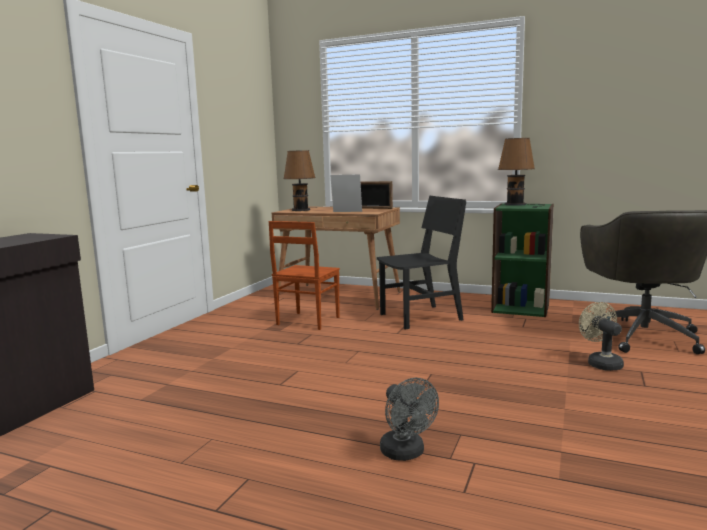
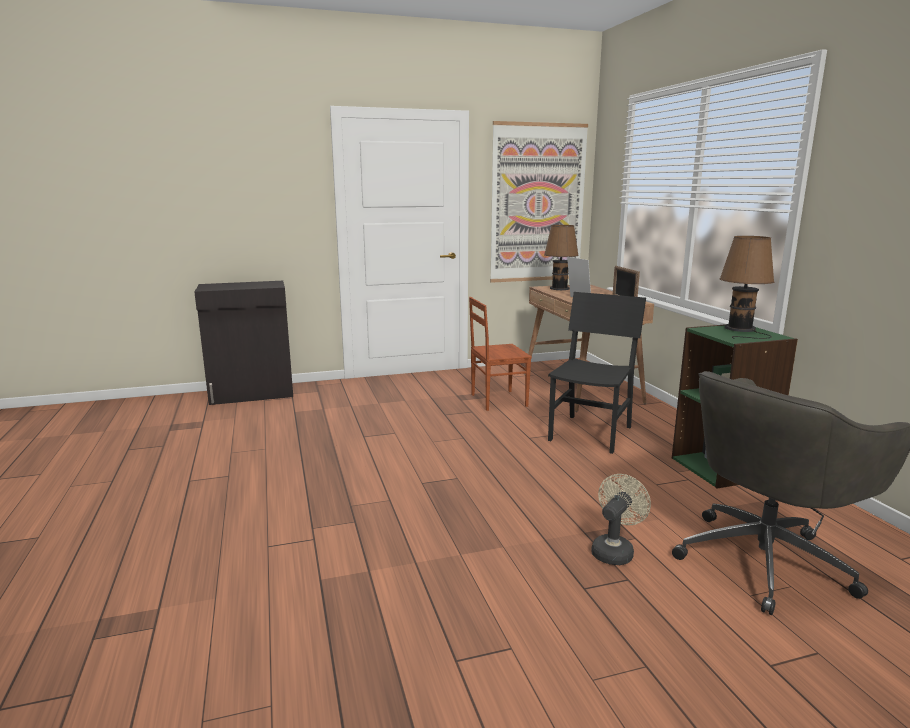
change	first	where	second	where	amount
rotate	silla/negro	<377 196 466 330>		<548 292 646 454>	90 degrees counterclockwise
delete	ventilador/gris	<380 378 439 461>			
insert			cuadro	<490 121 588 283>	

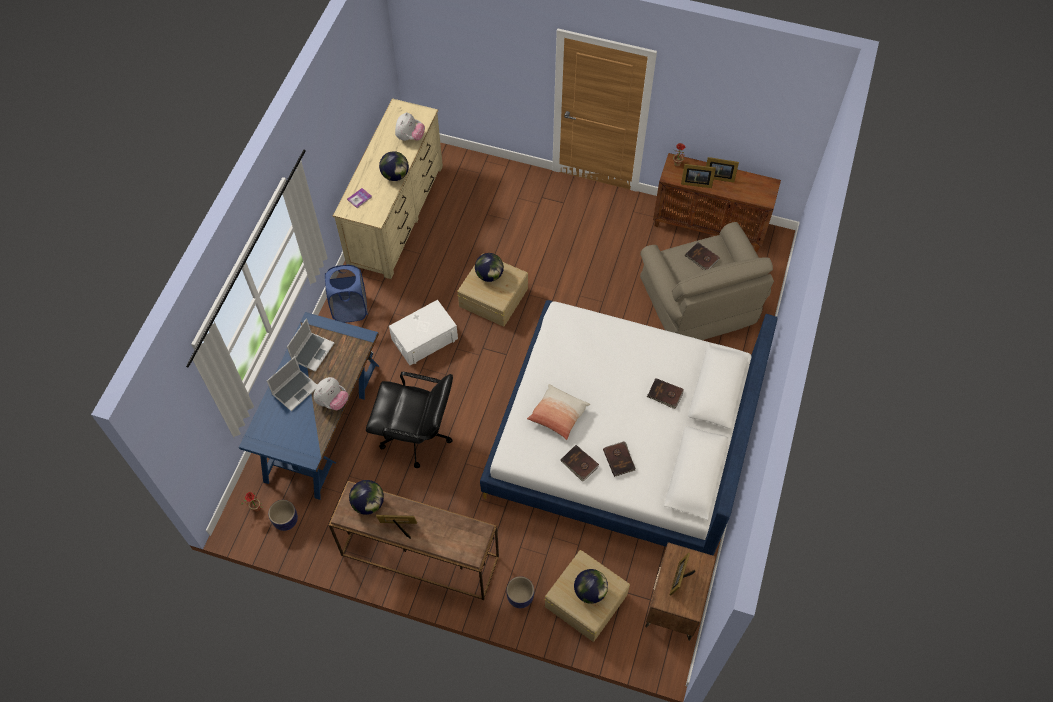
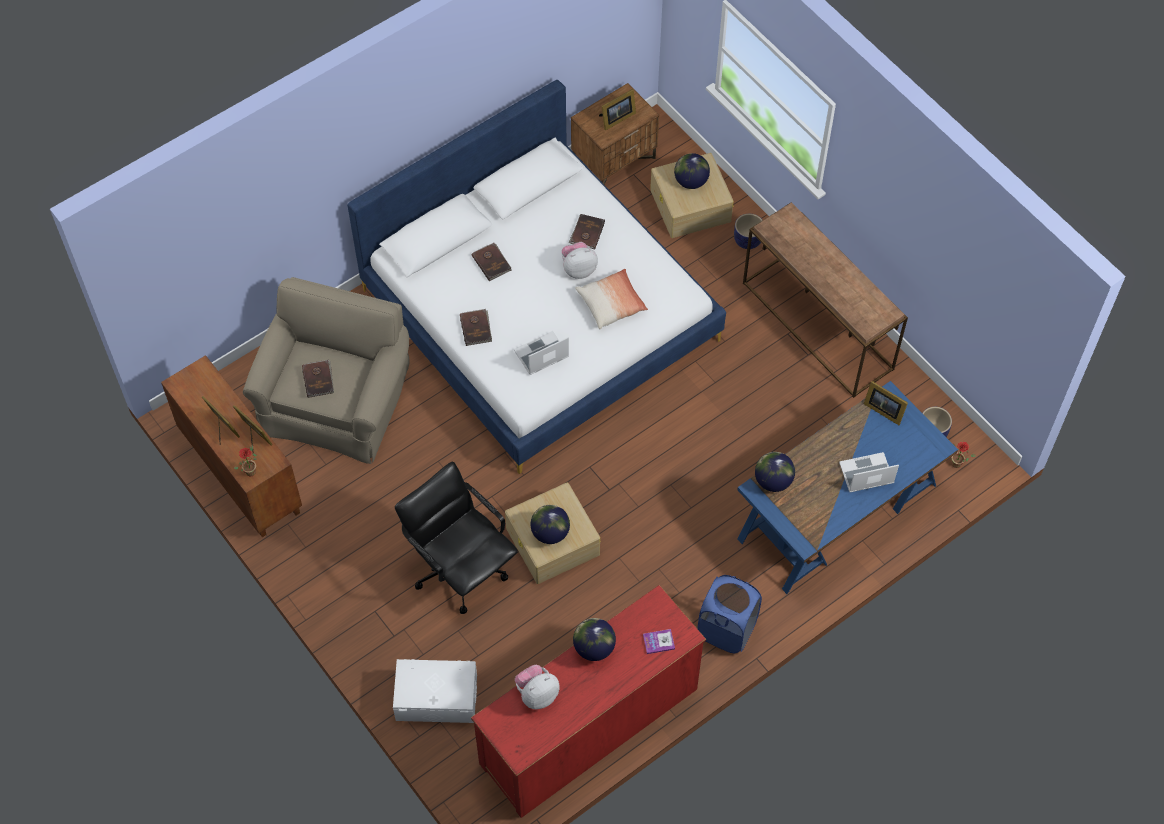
change	first	where	second	where	amount
move	portátil	<287 318 334 372>		<514 331 569 375>	
move	peluche	<313 377 348 410>		<562 242 598 279>	
recolor	cómoda/beis	<333 98 443 279>	cómoda/rojo	<471 585 706 818>	
move	globo terráqueo	<349 480 384 515>		<755 452 795 492>	
move	silla de oficina/negro	<366 372 453 468>		<395 461 518 614>	
move	portarretratos	<376 515 417 539>		<864 381 908 425>	
move	caja de almacenaje/blanco	<389 300 458 365>		<393 659 477 723>	
move	libro/marrón	<560 445 599 482>		<460 309 492 346>	

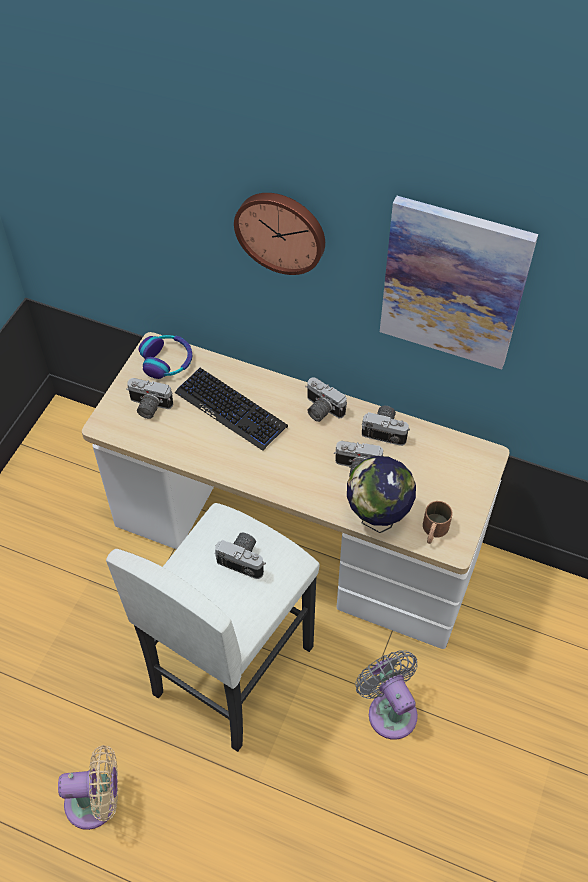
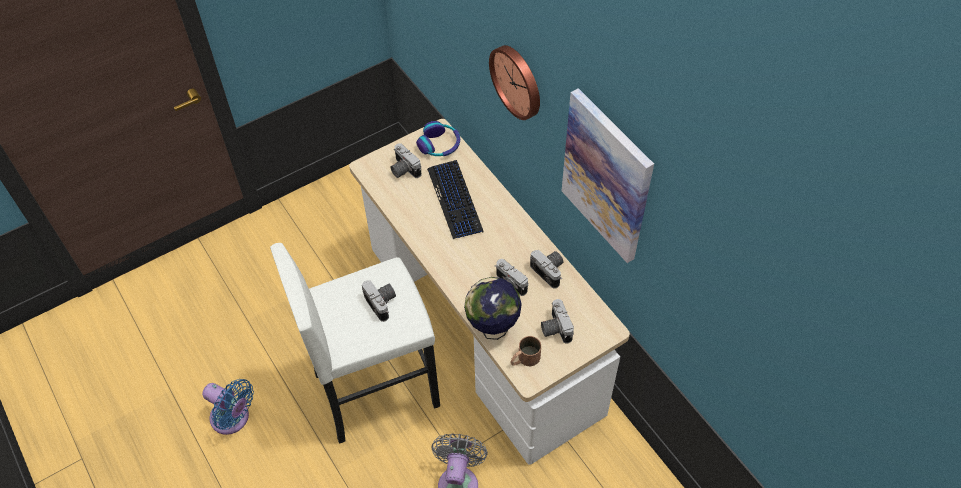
change	first	where	second	where	amount
recolor	ventilador/beis	<58 745 118 830>	ventilador/azul	<202 379 254 435>	
move	cámara	<305 377 347 422>		<541 299 574 343>	

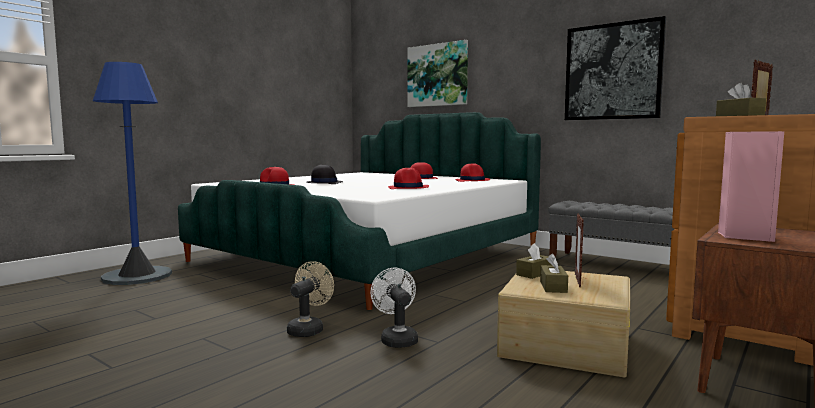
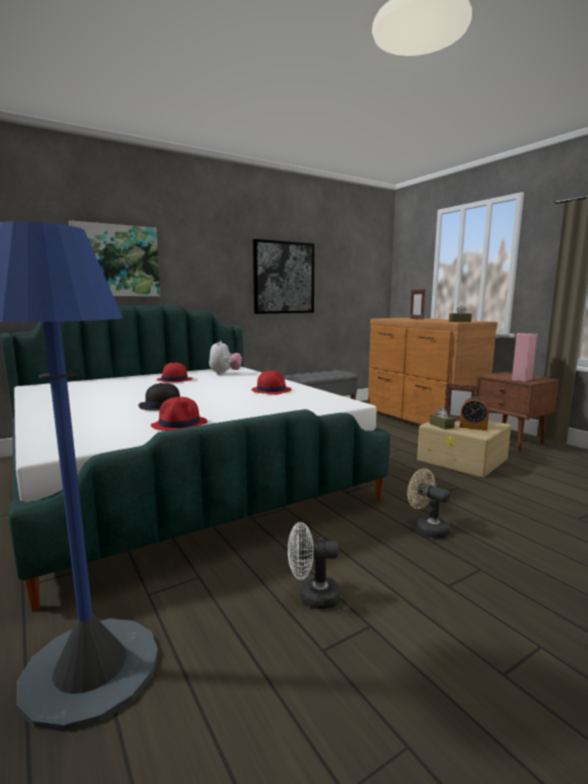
change	first	where	second	where	amount
move	ventilador/blanco	<370 268 418 348>		<288 522 340 610>	
replace	sombrero/rojo	<455 163 490 182>	peluche	<209 341 242 375>	
replace	caja de pañuelos/marrón	<540 254 568 293>	despertador	<460 397 489 431>	

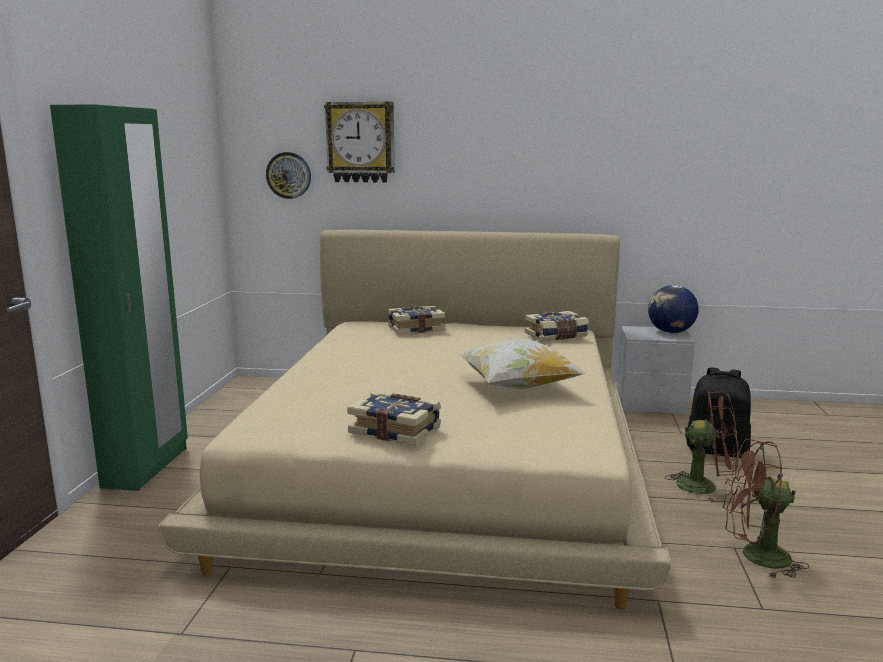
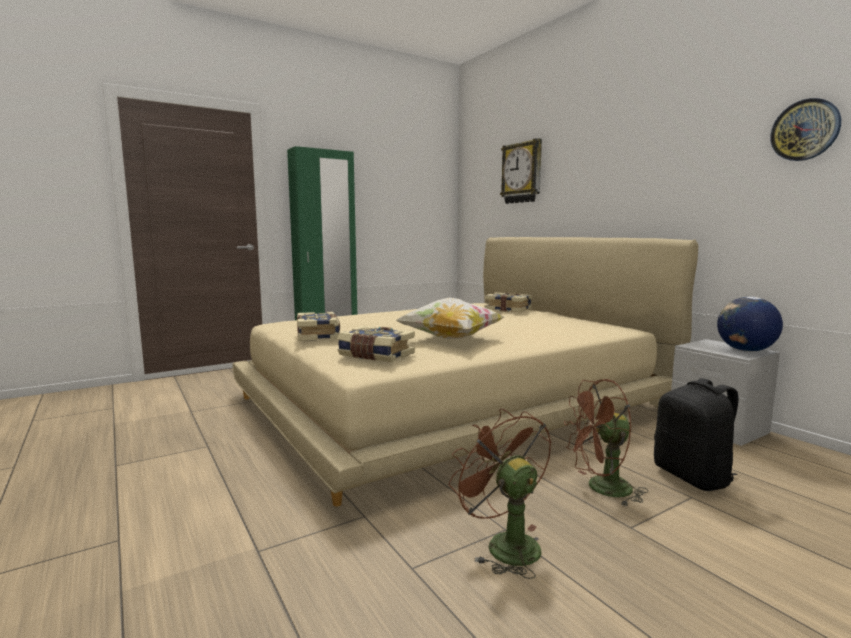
change	first	where	second	where	amount
move	reloj de pared	<266 152 311 199>		<770 98 841 161>	
move	libro	<525 311 589 341>		<337 326 415 362>	
rotate	ventilador/marrón	<665 390 739 503>		<564 379 648 507>	105 degrees clockwise

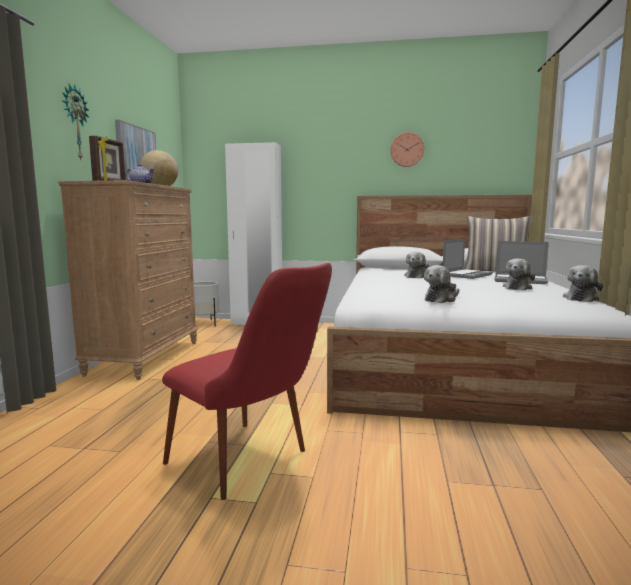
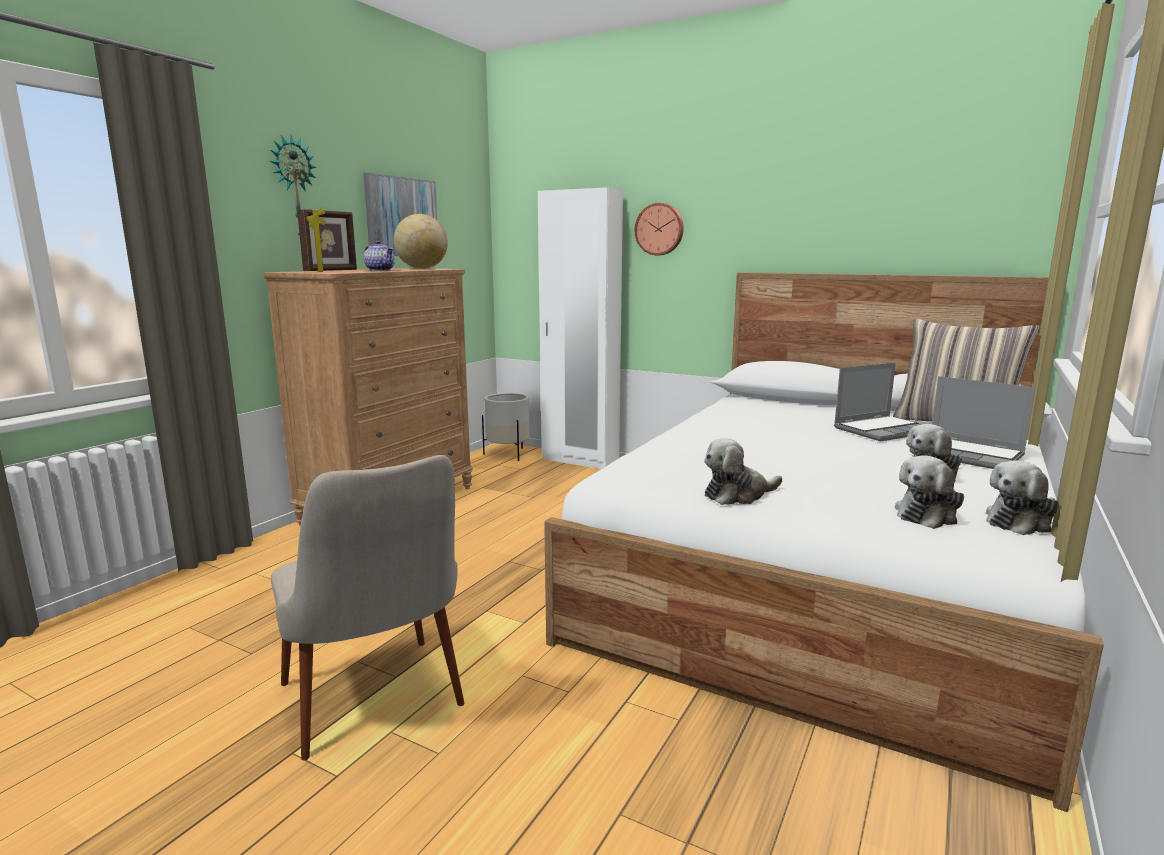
change	first	where	second	where	amount
recolor	silla/rojo	<162 263 332 500>	silla/beis	<271 455 464 760>	
move	reloj de pared	<391 132 424 167>		<635 203 684 255>	
move	peluche	<404 252 430 278>		<895 455 964 529>	

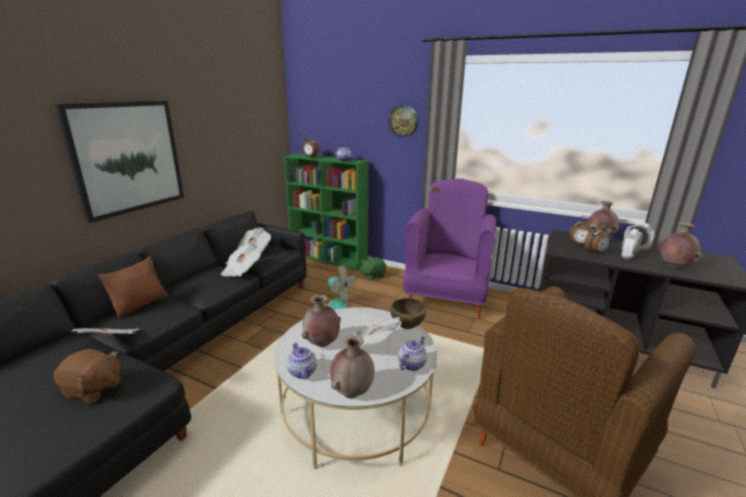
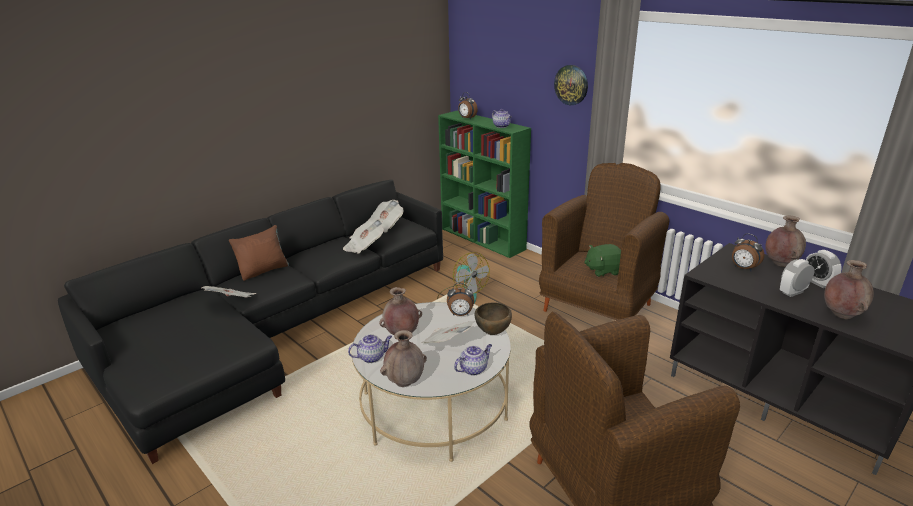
change	first	where	second	where	amount
delete	peluche/marrón	<54 349 121 404>			
delete	cuadro	<55 101 184 223>			
rotate	tetera	<287 343 317 379>		<348 334 392 363>	105 degrees counterclockwise
move	peluche/verde	<360 257 387 280>		<584 244 621 277>	
recolor	sillón/morado	<403 178 496 319>	sillón/marrón	<539 163 669 320>	
move	despertador	<584 223 612 254>		<447 283 474 316>	

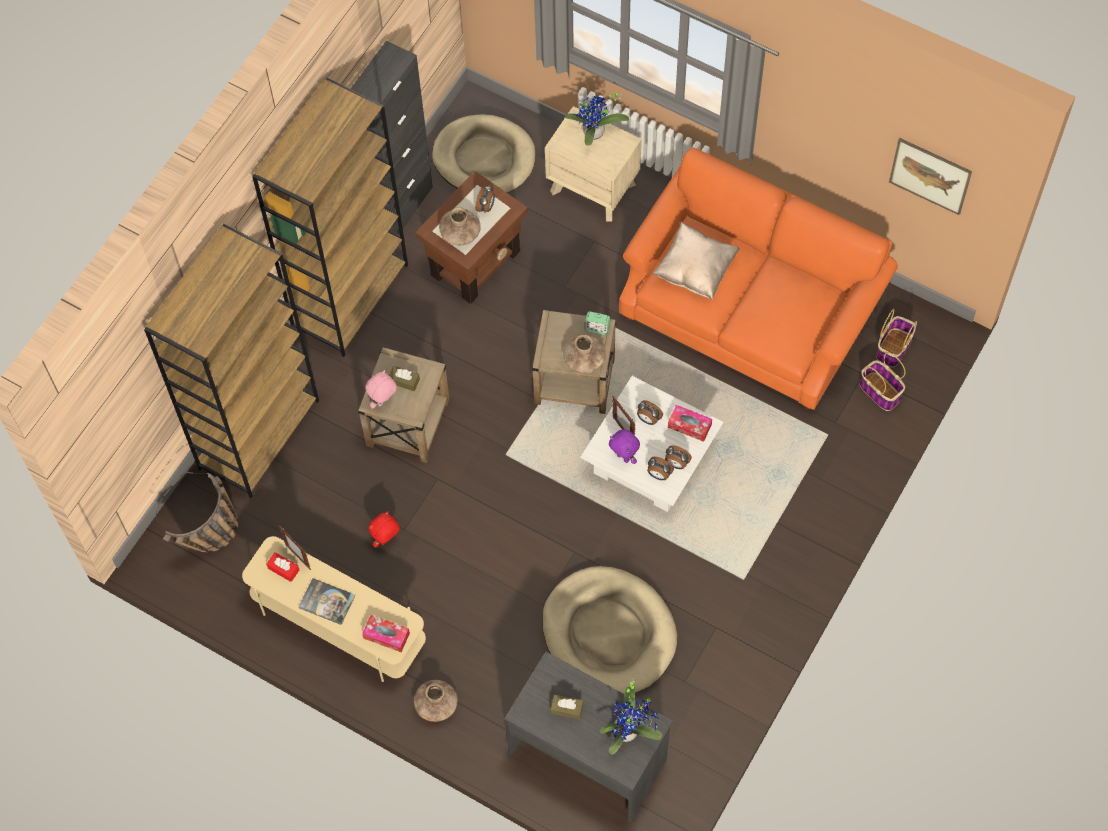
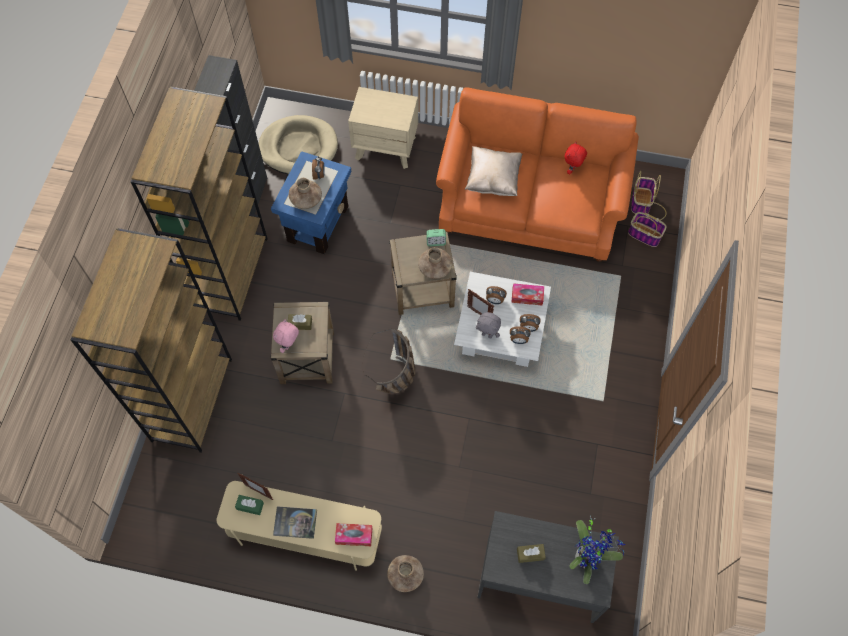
change	first	where	second	where	amount
move	cesta	<156 472 239 552>		<363 329 415 394>	
recolor	caja de pañuelos/rojo	<266 552 299 582>	caja de pañuelos/verde	<235 495 264 515>	
move	peluche/rojo	<368 511 399 548>		<565 141 587 174>	
recolor	mesa auxiliar/marrón	<415 171 528 304>	mesa auxiliar/azul	<271 151 351 254>	
delete	cama para perro/beis	<542 566 677 694>			
delete	planta en maceta	<565 93 629 146>			
recolor	peluche/morado	<609 429 640 464>	peluche/gris	<476 312 501 338>	
delete	cuadro	<889 138 972 215>			

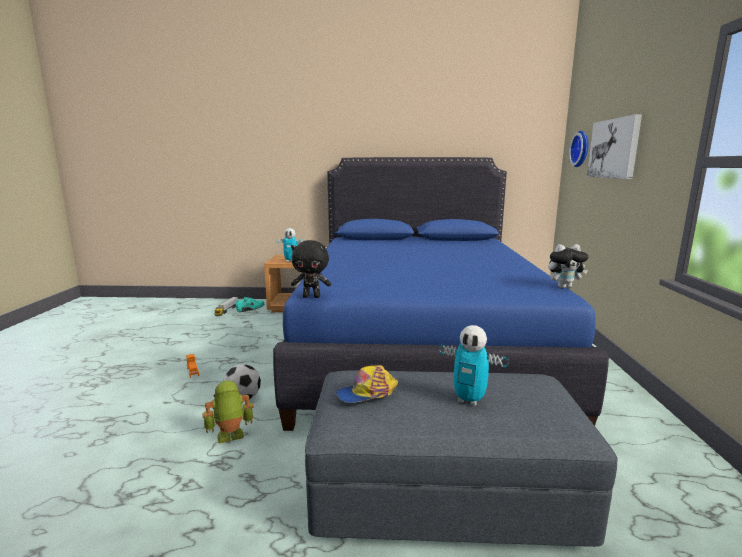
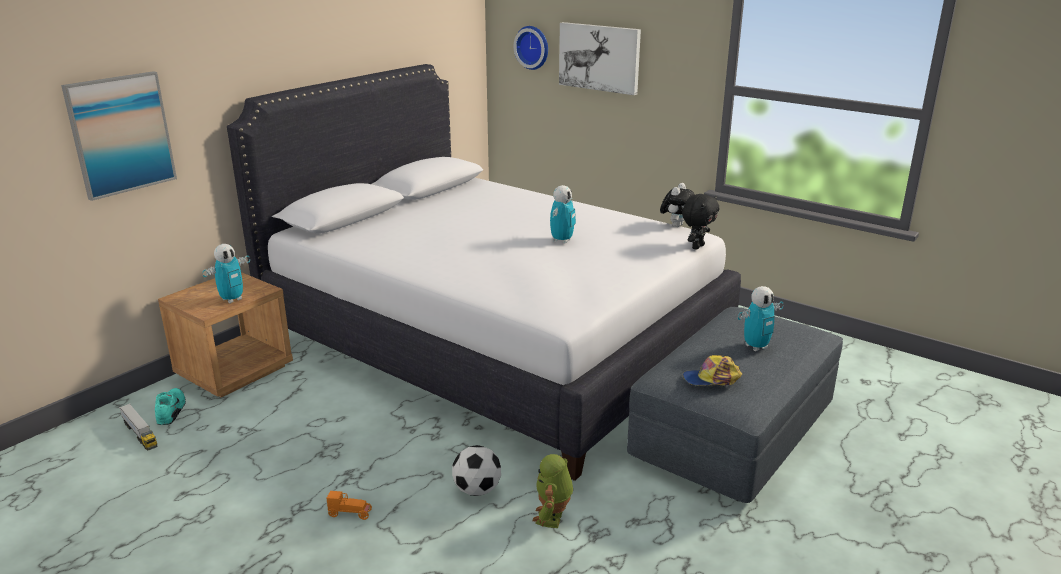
change	first	where	second	where	amount
recolor	cama/azul	<273 157 609 431>	cama/blanco	<227 64 741 481>	
move	peluche/negro	<291 240 331 298>		<682 194 719 250>	
rotate	gorra	<336 365 398 403>		<683 355 742 385>	75 degrees clockwise
insert			cuadro	<61 71 177 201>	
insert			robot de juguete	<550 185 576 244>	

